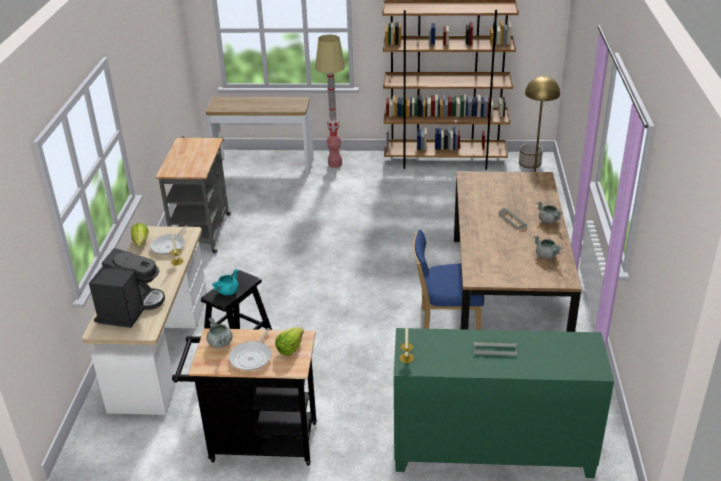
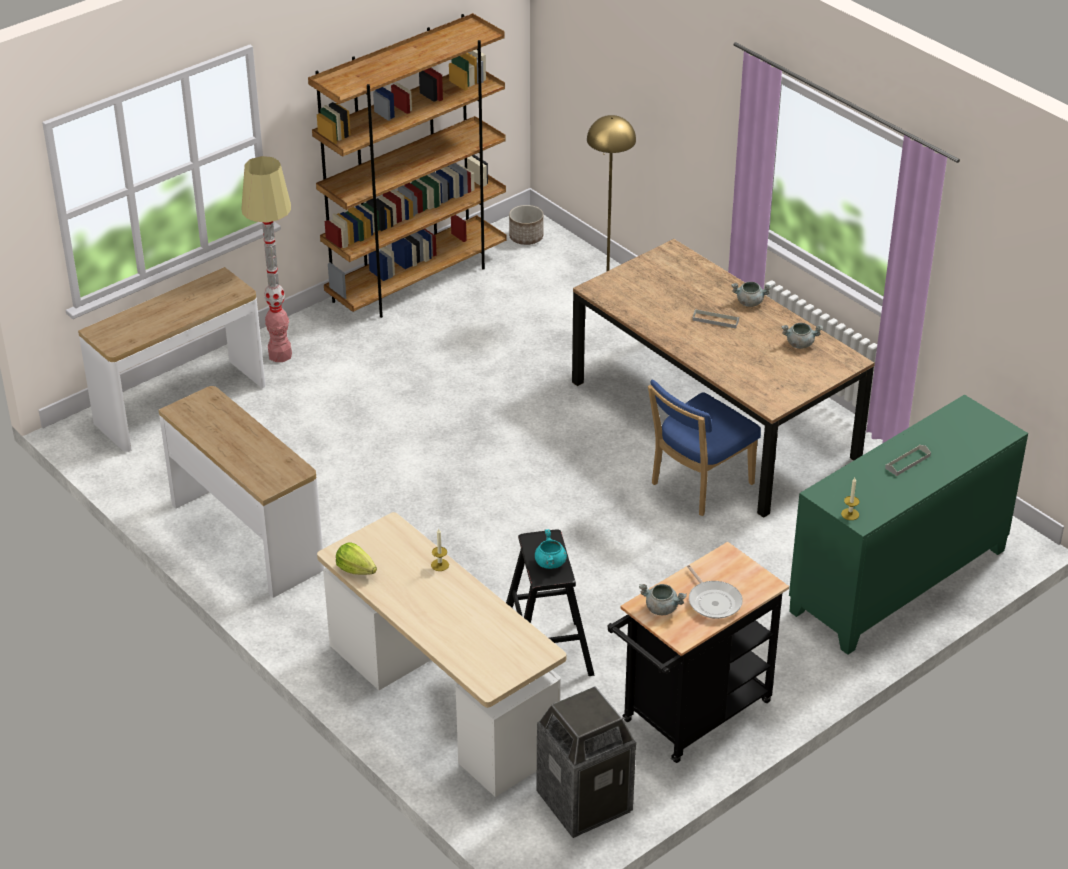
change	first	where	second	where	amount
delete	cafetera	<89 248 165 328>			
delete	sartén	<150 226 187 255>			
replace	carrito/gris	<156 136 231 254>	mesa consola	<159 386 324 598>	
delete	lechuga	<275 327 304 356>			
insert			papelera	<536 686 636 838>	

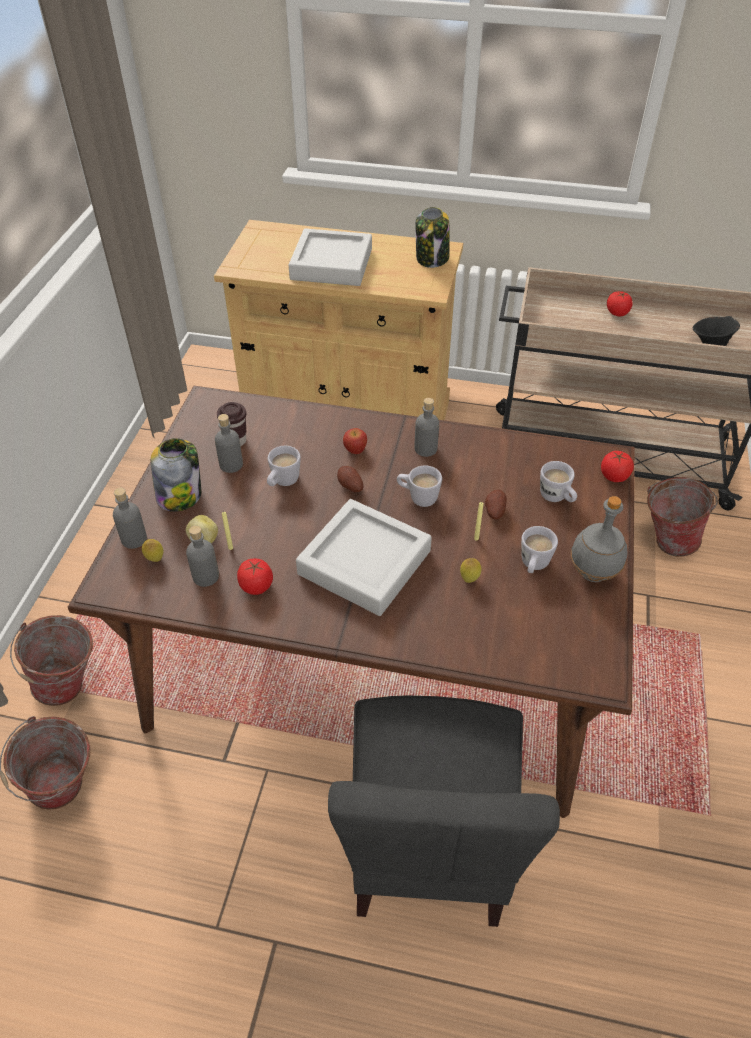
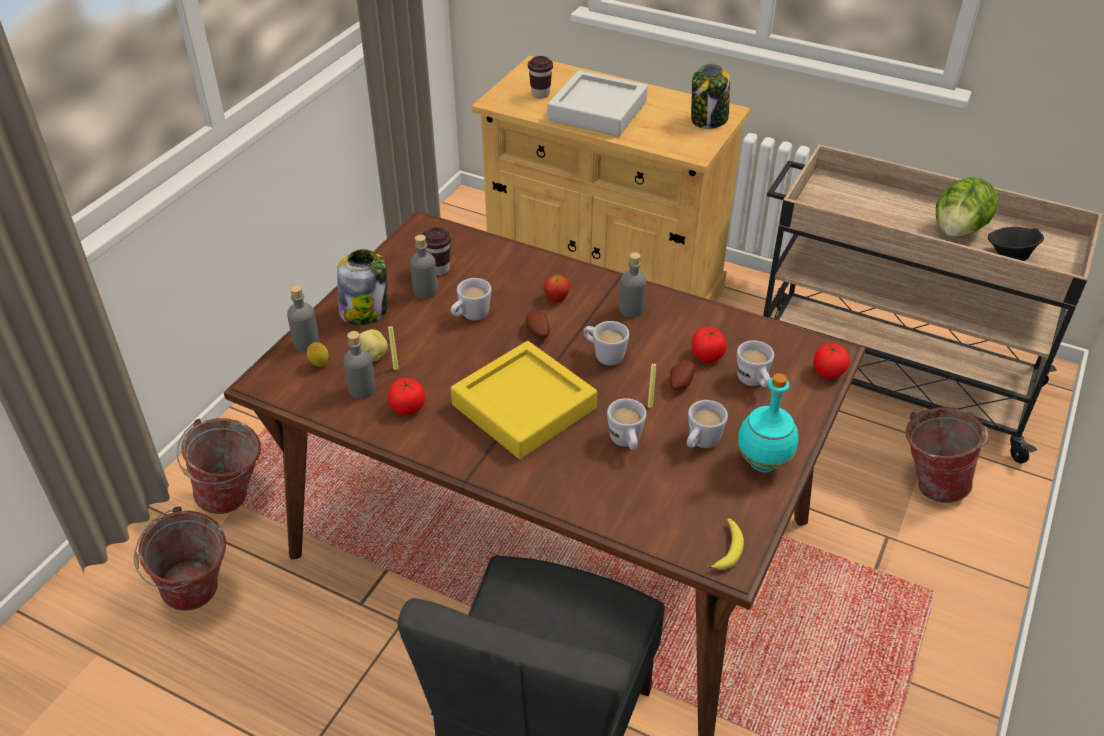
change	first	where	second	where	amount
recolor	bandeja/gris	<296 499 432 616>	bandeja/amarillo	<451 341 597 459>	
replace	limón	<460 558 481 583>	taza grande/blanco	<607 398 646 450>	
recolor	botella/gris	<570 496 627 582>	botella/turquesa	<737 373 798 472>	
move	tomate	<607 291 632 316>		<692 327 726 363>	
insert			taza/marrón	<528 56 553 98>	
insert			plátano	<708 518 744 570>	
insert			lechuga	<936 177 999 238>	

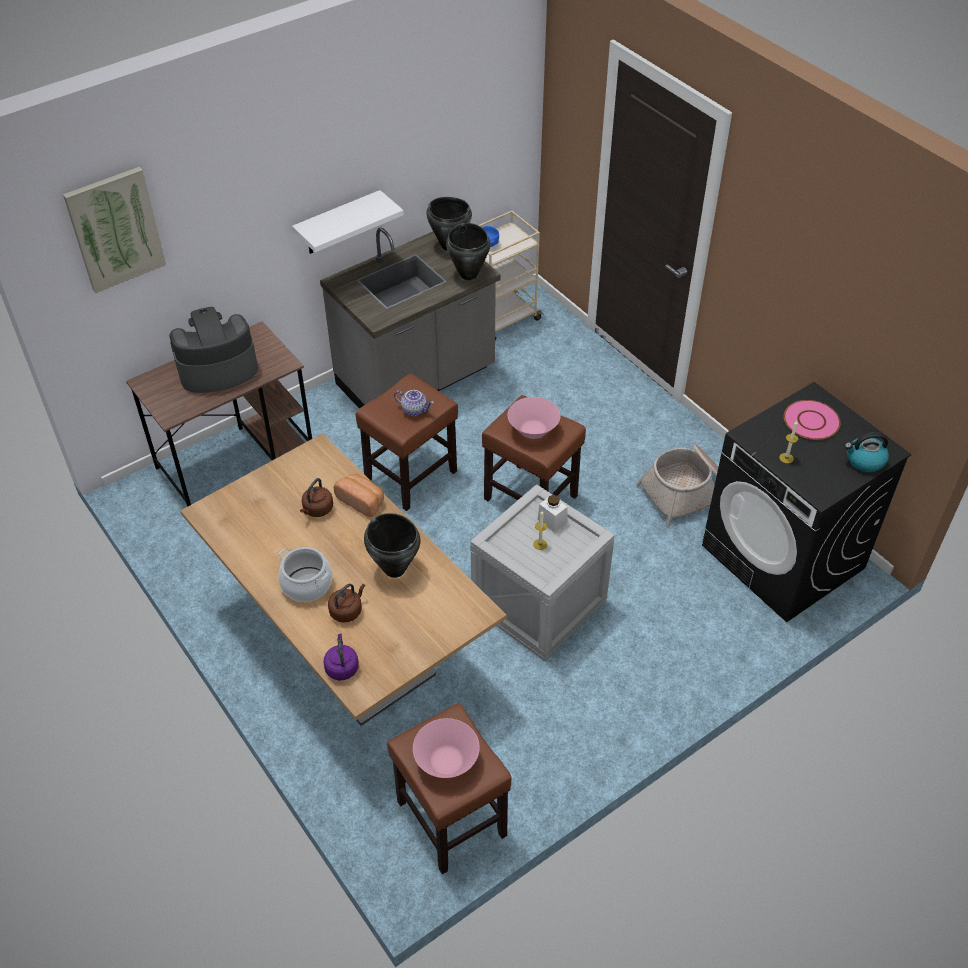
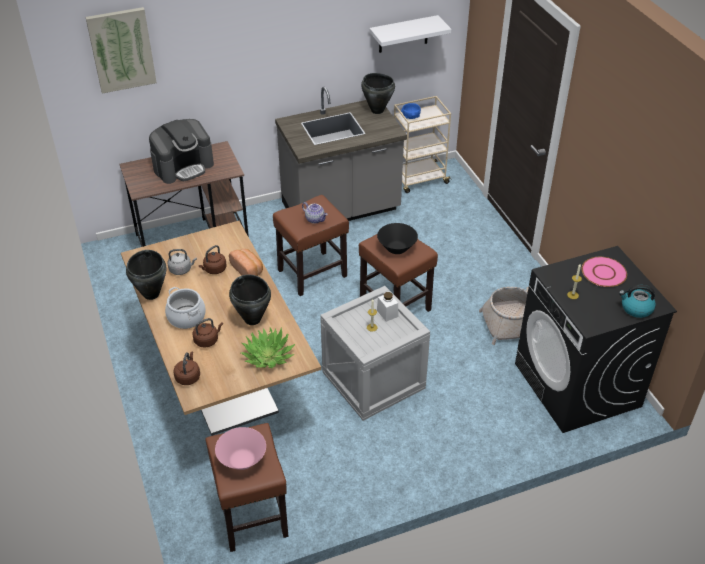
change	first	where	second	where	amount
rotate	cafetera	<170 307 258 393>		<149 119 214 184>	150 degrees clockwise
move	estante/blanco	<292 190 404 254>		<369 15 451 53>	
recolor	hervidor/morado	<324 633 359 680>	hervidor/marrón	<173 352 200 385>	
move	olla/negro	<446 223 490 280>		<126 250 167 300>	
recolor	cuenco/rosa	<508 397 560 439>	cuenco/negro	<377 223 418 254>	
insert			hervidor/gris	<168 249 197 275>	
insert			planta en maceta	<241 327 295 368>	

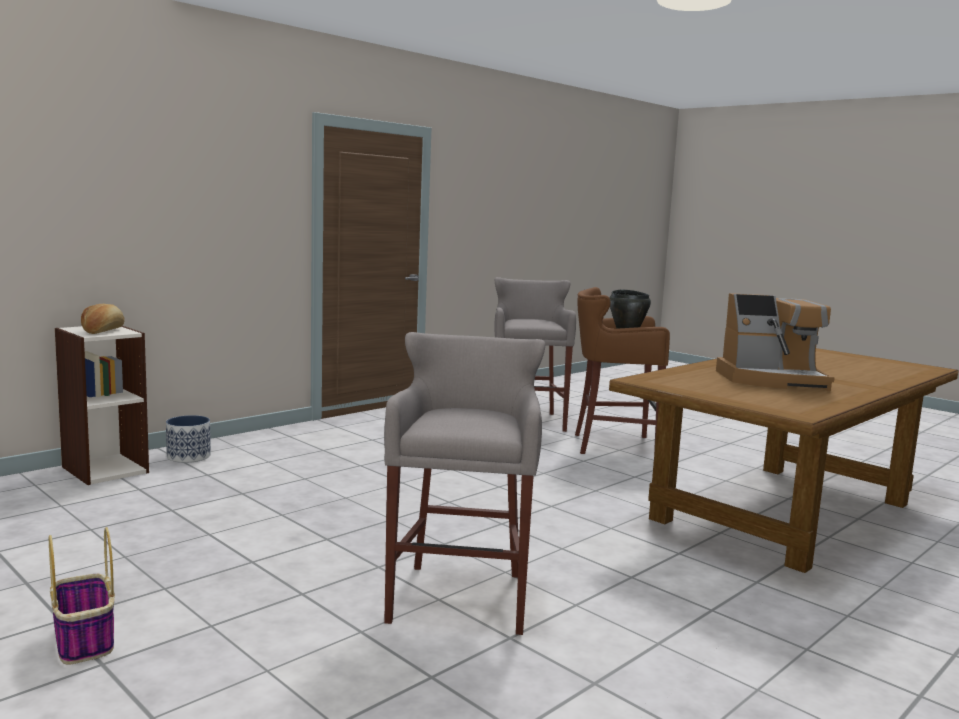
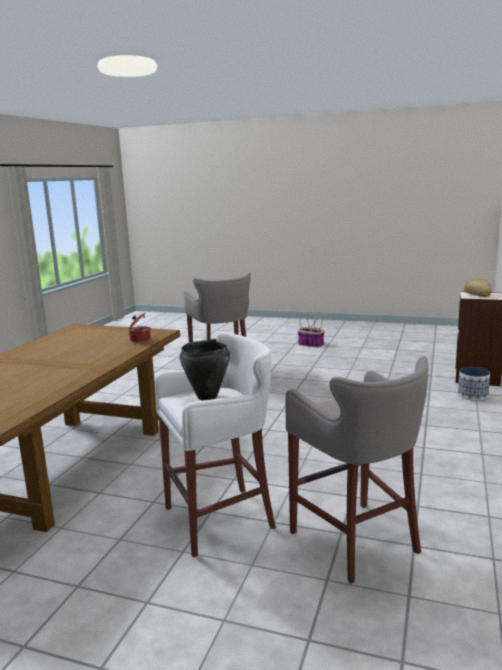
change	first	where	second	where	amount
recolor	taburete/marrón	<575 287 670 454>	taburete/blanco	<155 332 276 557>	
delete	cafetera	<716 293 835 391>			
insert			olla	<128 313 151 342>	

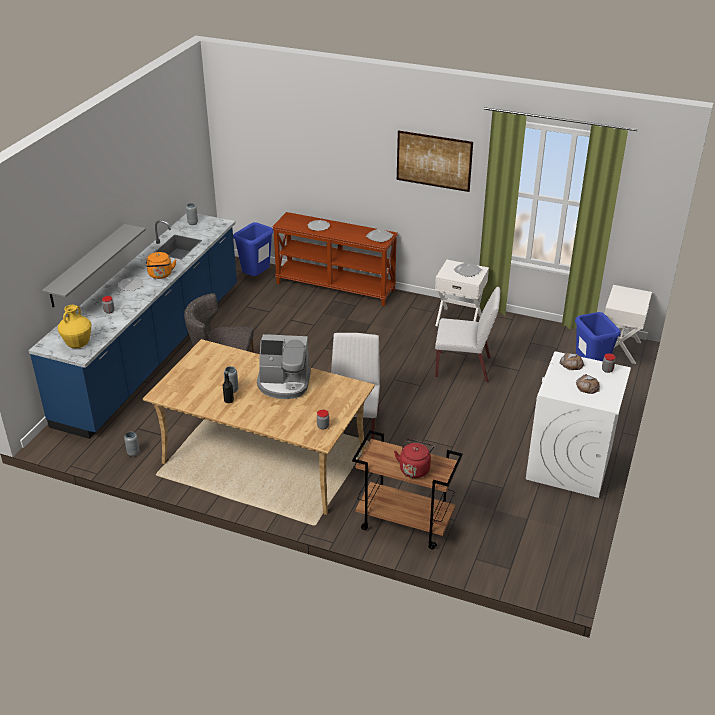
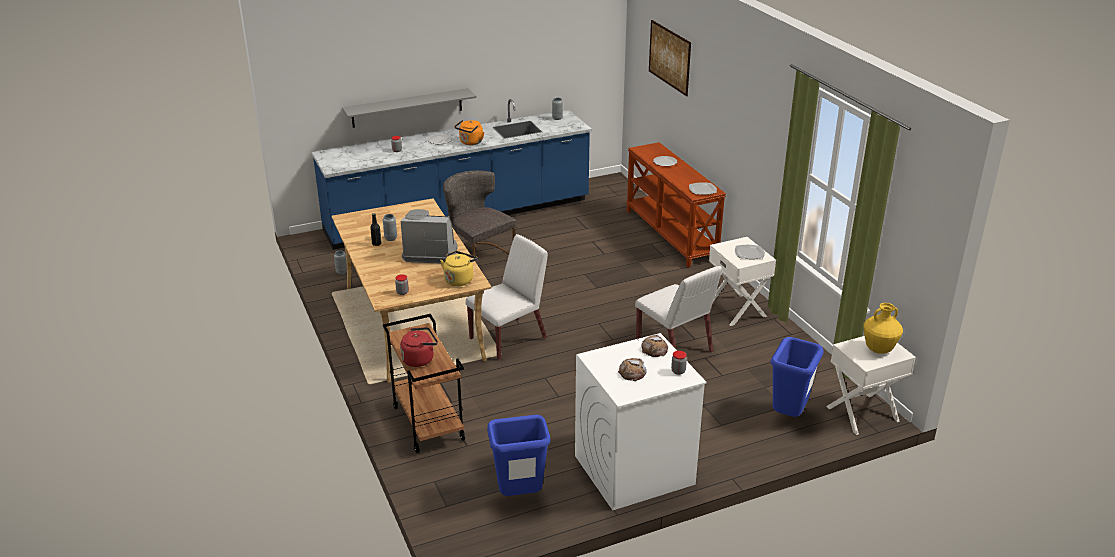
change	first	where	second	where	amount
move	florero/amarillo	<58 305 91 348>		<863 303 903 354>	
move	papelera/azul	<233 222 274 276>		<487 415 550 496>	
rotate	cafetera	<257 334 311 399>		<401 209 458 263>	135 degrees clockwise
move	cuadro	<397 130 473 192>		<649 20 691 96>	
insert			hervidor/amarillo	<440 251 478 286>	

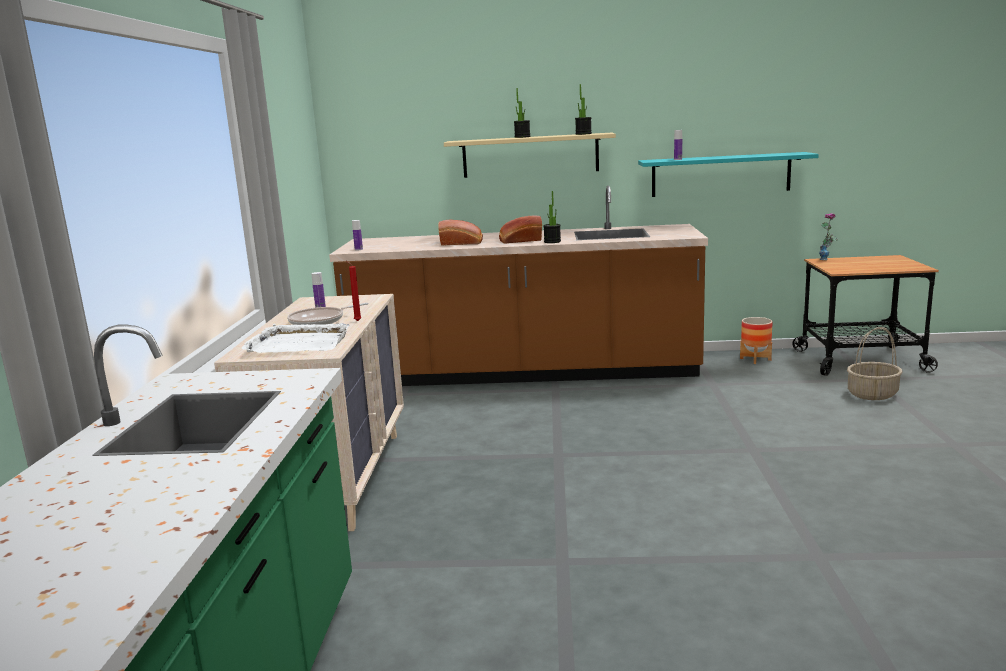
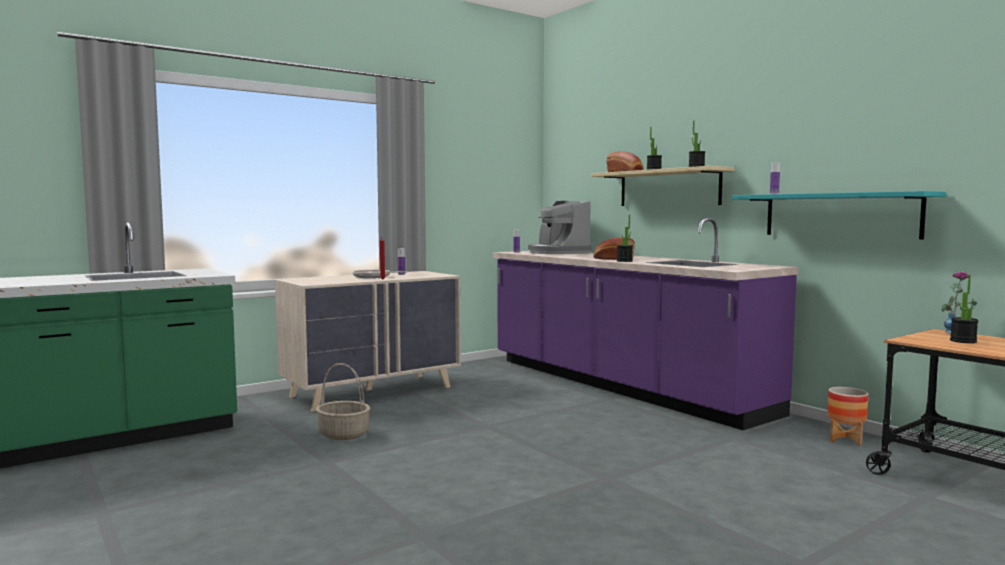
change	first	where	second	where	amount
delete	bandeja/blanco	<241 323 349 353>			
recolor	mueble bajo de cocina/marrón	<329 186 708 386>	mueble bajo de cocina/morado	<493 218 799 430>	
move	pan	<438 220 483 246>		<606 152 643 172>	
move	cesta	<847 327 902 400>		<316 363 370 440>	
insert			cafetera	<528 201 591 254>	
insert			planta en maceta	<950 275 978 343>	

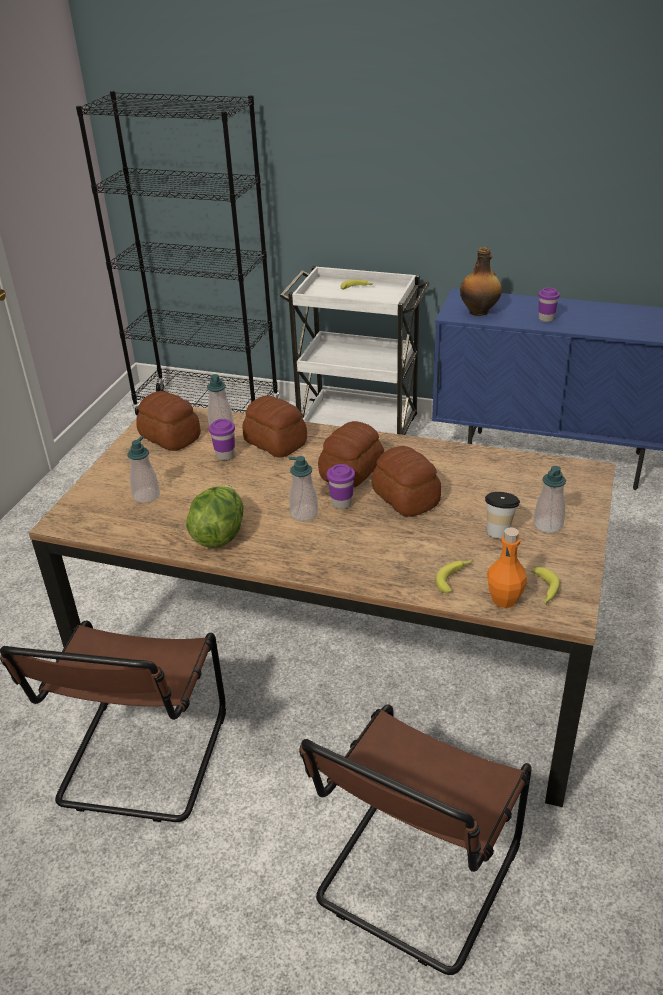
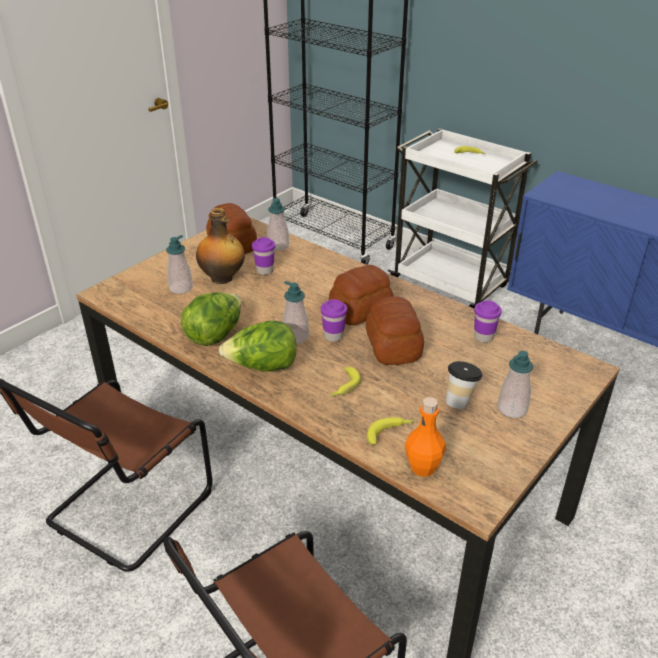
change	first	where	second	where	amount
delete	pan	<243 396 307 458>			
move	botella	<460 247 502 316>		<196 208 245 284>	
move	plátano	<531 567 560 604>		<331 367 361 397>	
move	taza/morado	<538 287 560 322>		<474 300 502 343>	
insert			lechuga	<219 321 297 372>	

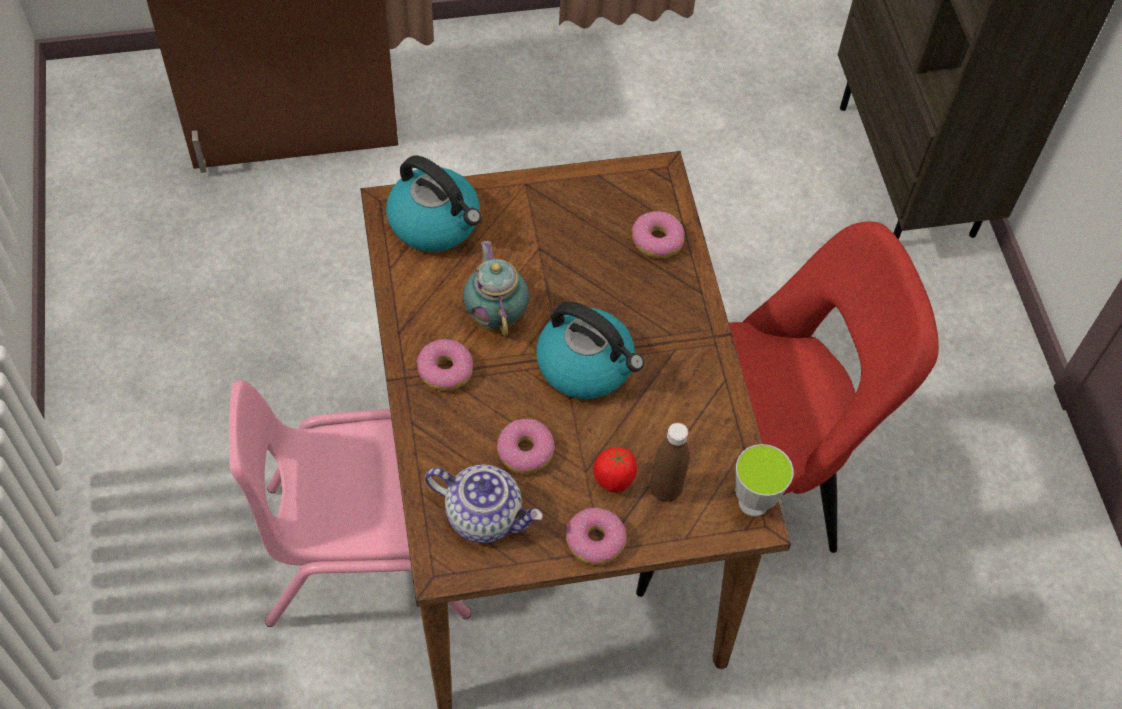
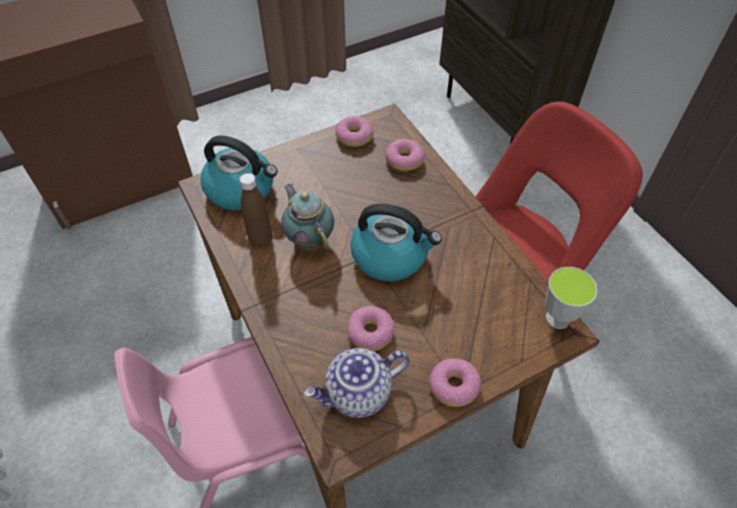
change	first	where	second	where	amount
move	rosquilla	<417 339 473 391>		<335 116 374 147>	
rotate	tetera	<425 465 543 543>		<304 348 409 418>	150 degrees clockwise
delete	tomate	<593 447 637 492>			
move	botella/marrón	<650 423 689 502>		<239 173 272 248>	

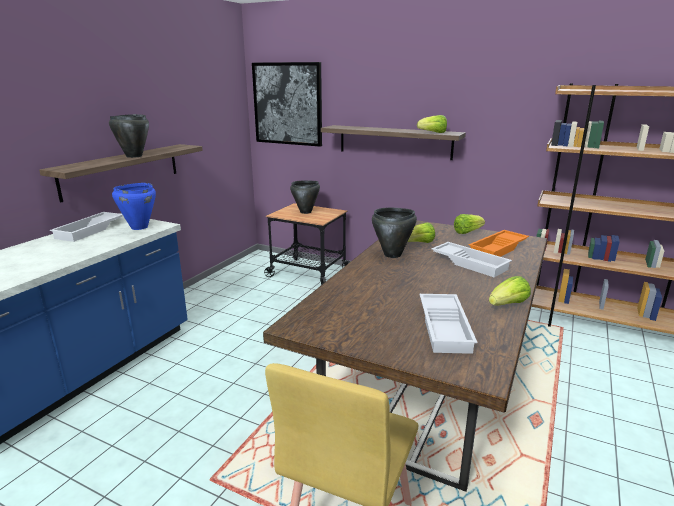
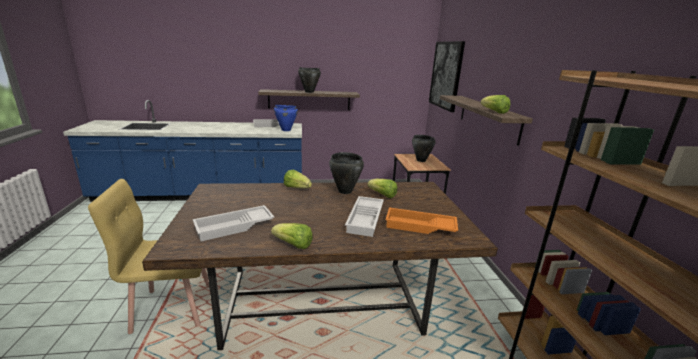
change	first	where	second	where	amount
move	lechuga	<454 214 485 234>		<284 170 312 188>	

